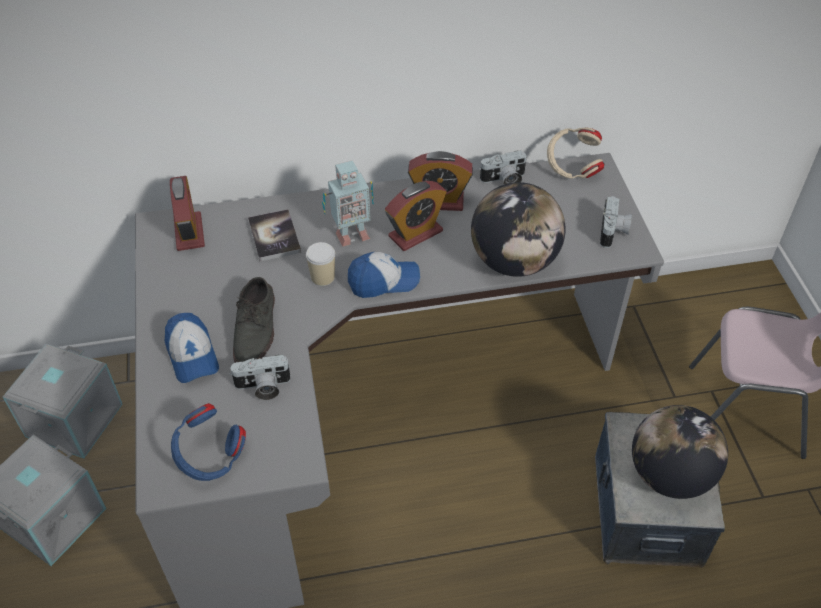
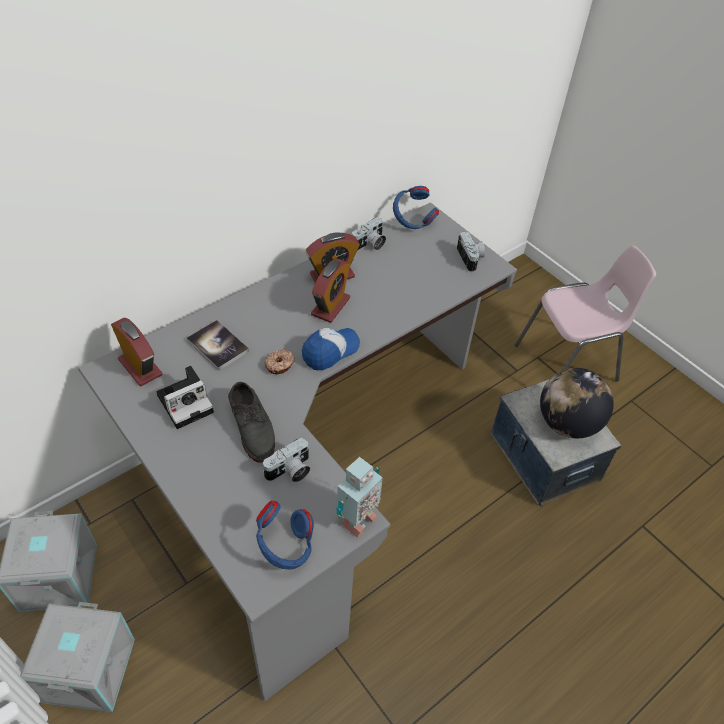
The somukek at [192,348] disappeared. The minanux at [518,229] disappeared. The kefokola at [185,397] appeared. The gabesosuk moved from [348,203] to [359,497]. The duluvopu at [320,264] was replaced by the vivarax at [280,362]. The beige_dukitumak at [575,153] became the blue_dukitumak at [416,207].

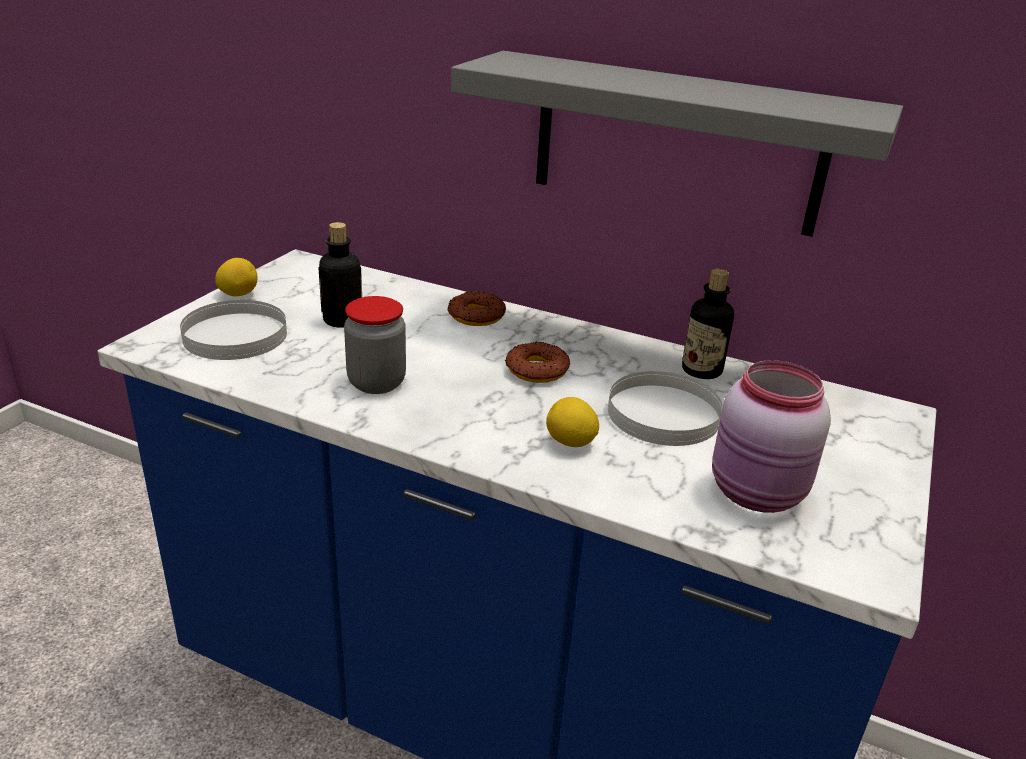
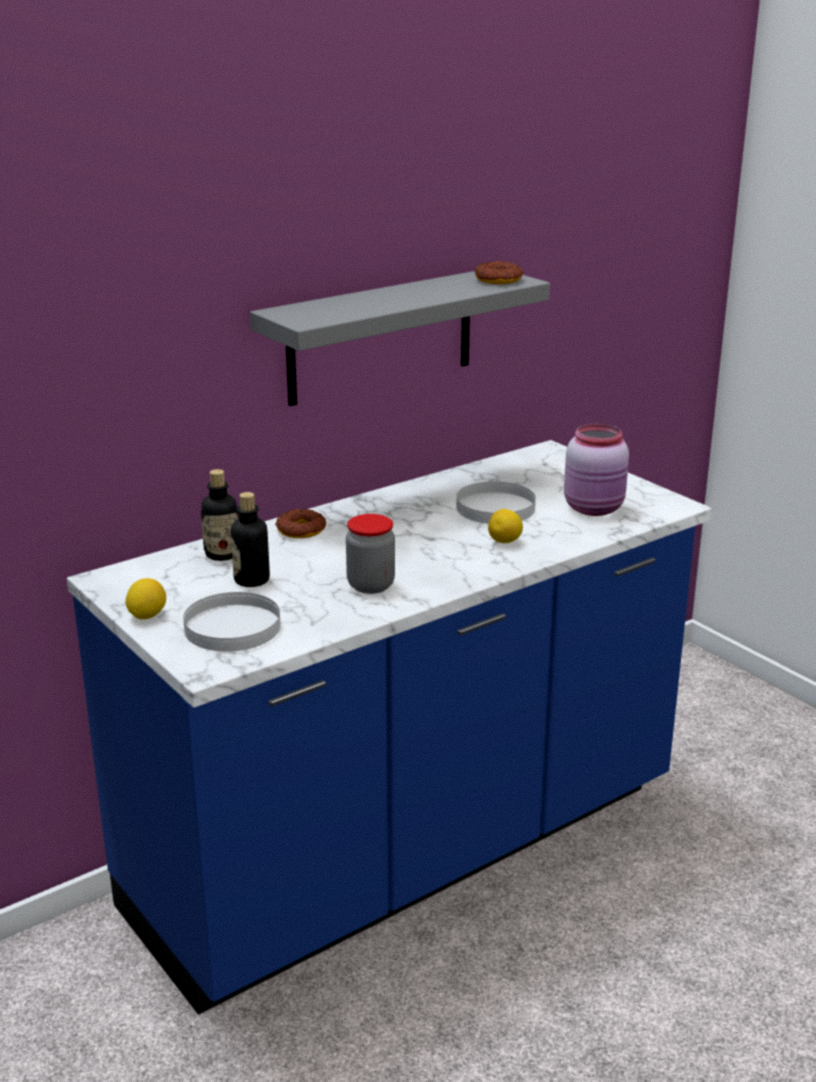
The vivarax moved from [537,362] to [499,272]. The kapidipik moved from [708,324] to [220,515].

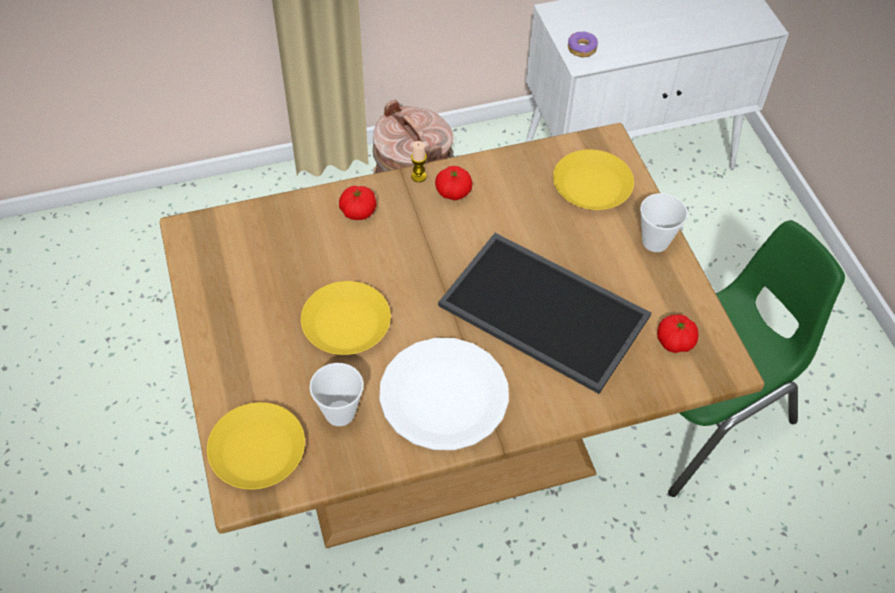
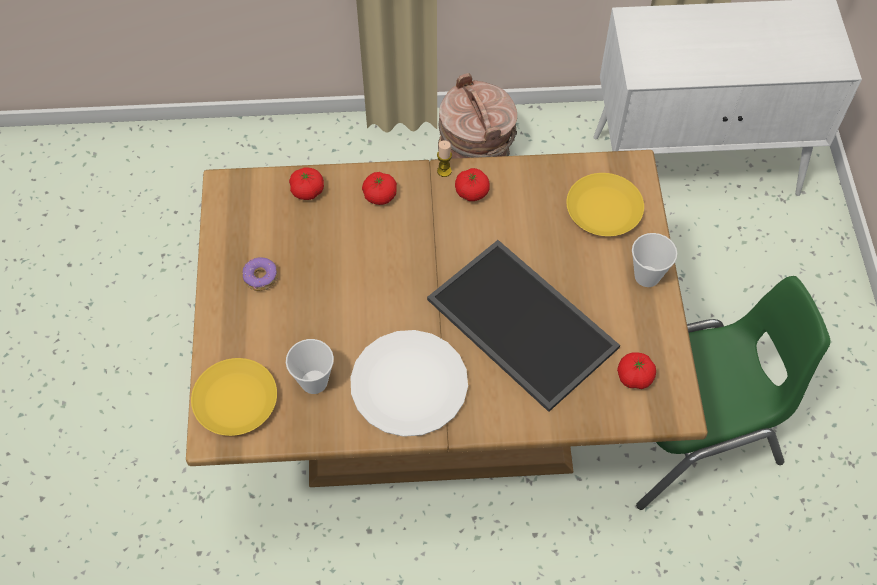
The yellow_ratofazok at [346,318] disappeared. The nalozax at [306,184] appeared. The vivarax moved from [583,44] to [260,274].

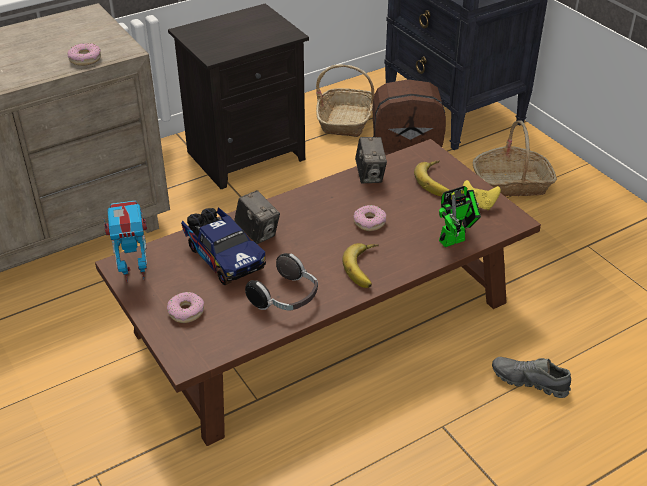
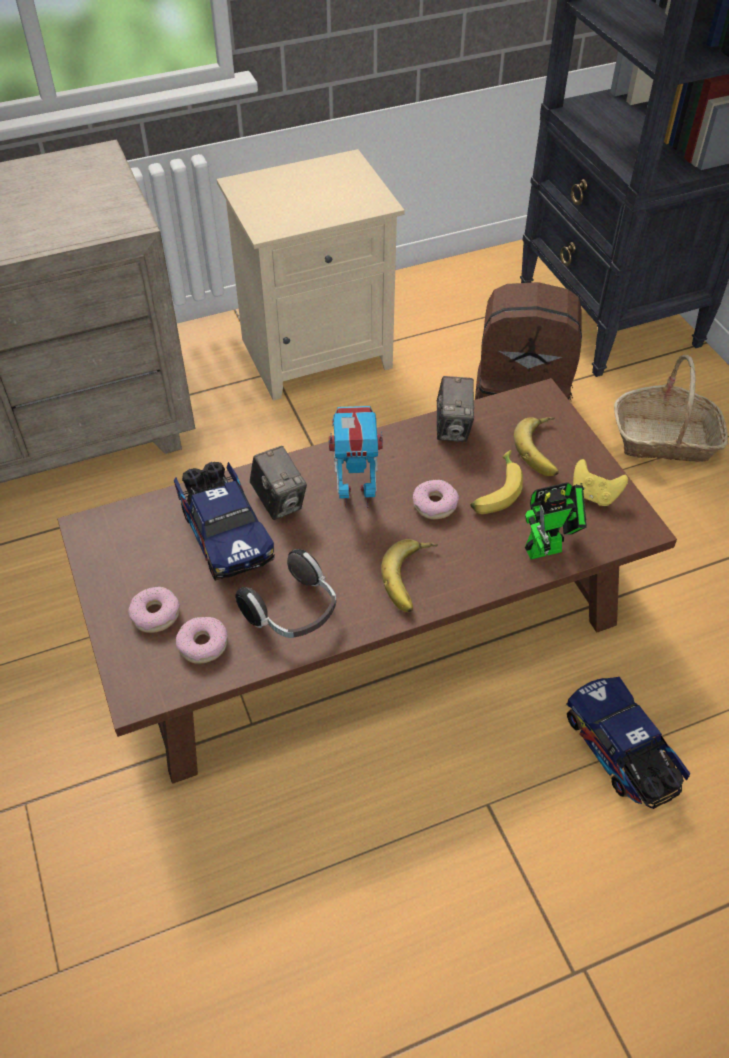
The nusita at [345,100] disappeared. The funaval at [496,482] appeared. The vivarax moved from [84,54] to [202,640]. The gabesosuk moved from [125,241] to [356,457]. The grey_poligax at [531,377] was replaced by the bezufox at [628,743]. The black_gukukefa at [238,96] became the beige_gukukefa at [311,275].

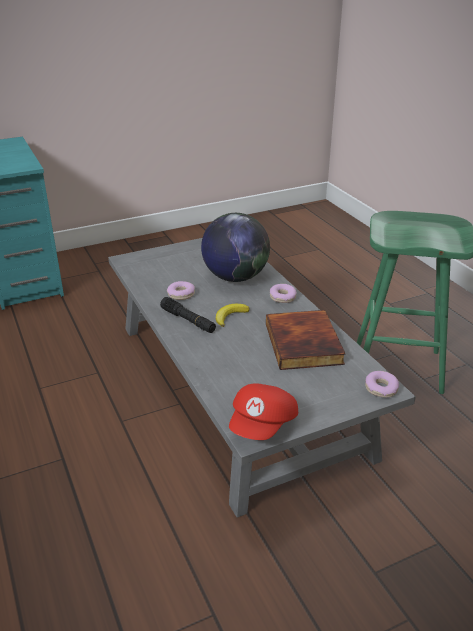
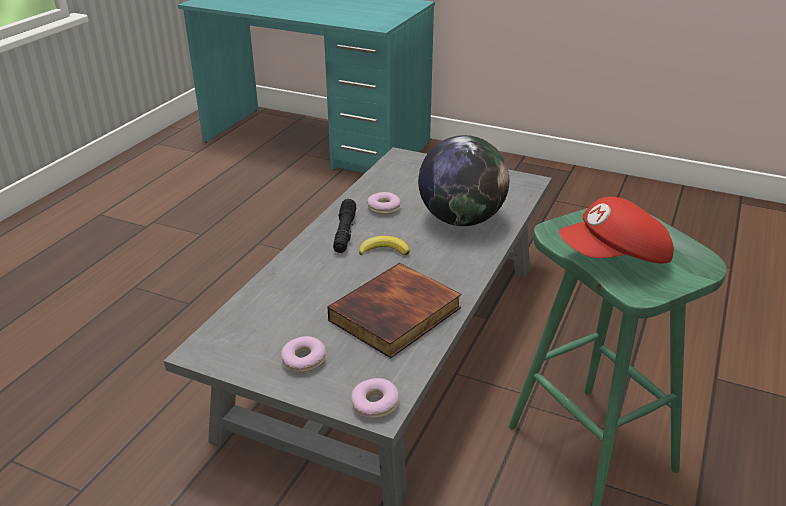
The red_somukek moved from [263,411] to [616,230]. The vivarax moved from [283,293] to [303,354].

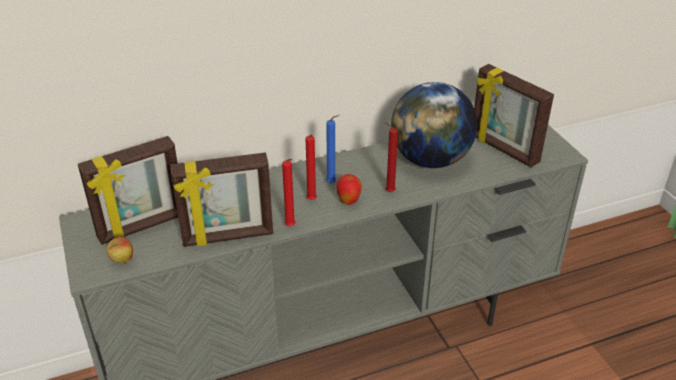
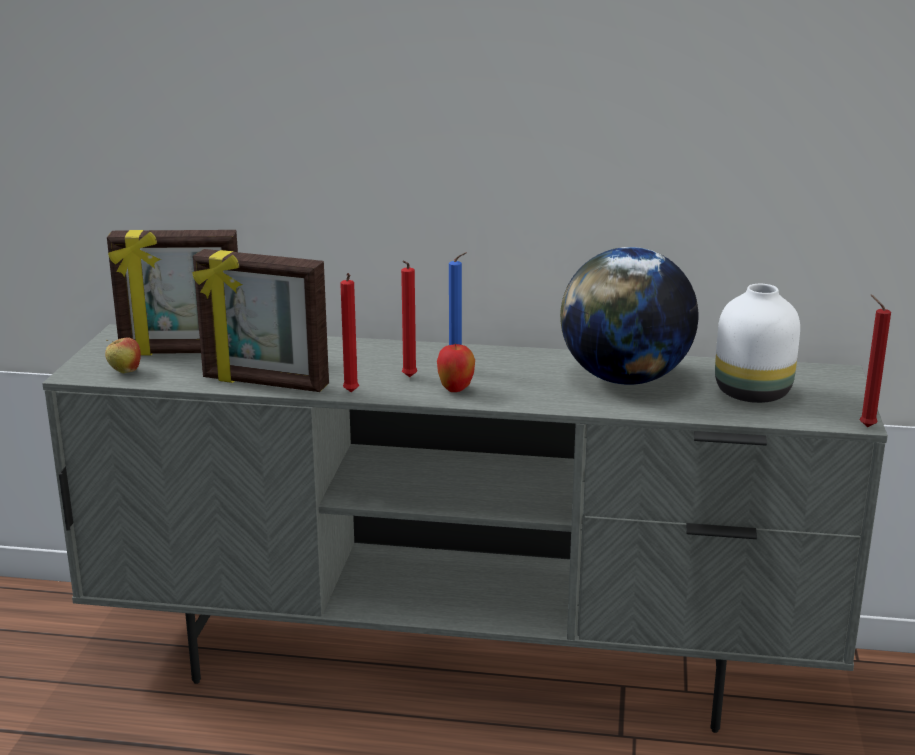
The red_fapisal moved from [391,157] to [875,361]. The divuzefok at [514,116] was replaced by the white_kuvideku at [757,343].

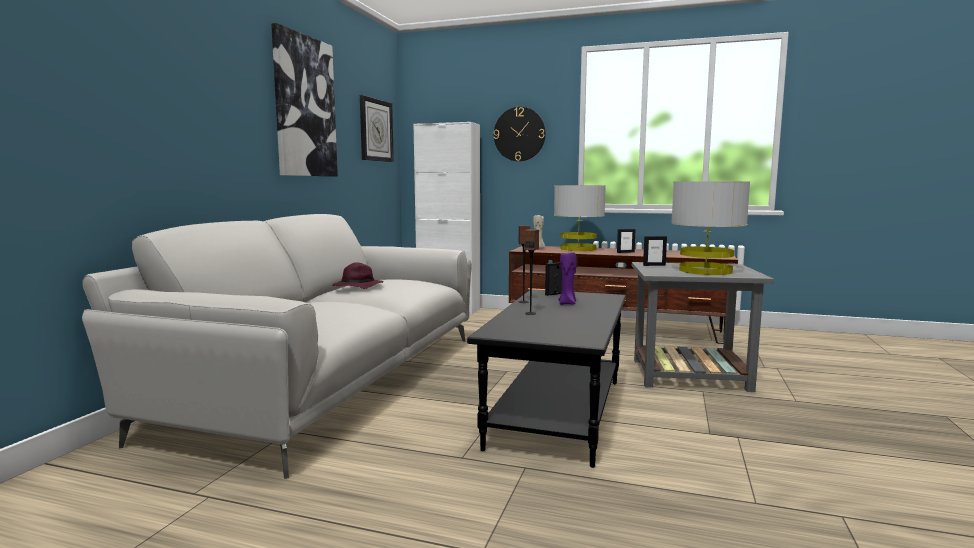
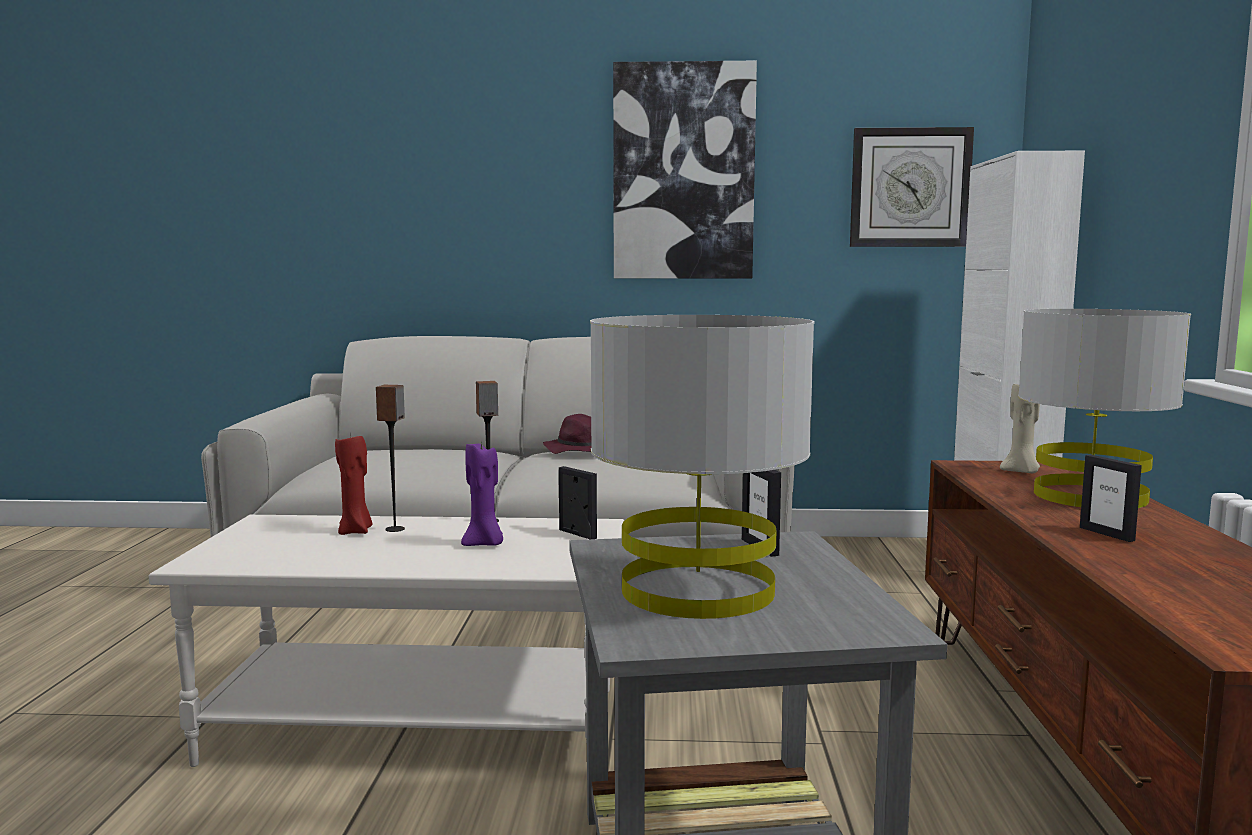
The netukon at [520,134] disappeared. The red_fapisal at [353,484] appeared. The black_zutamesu at [546,379] became the white_zutamesu at [386,641].

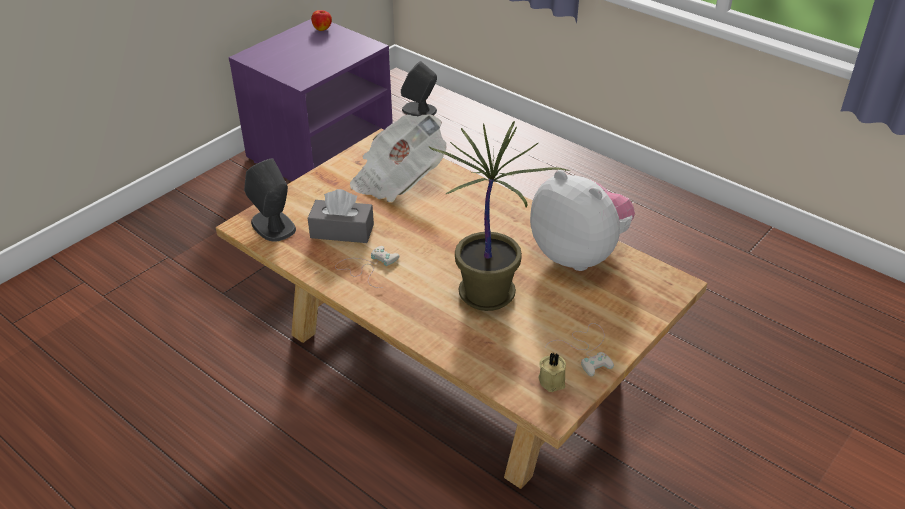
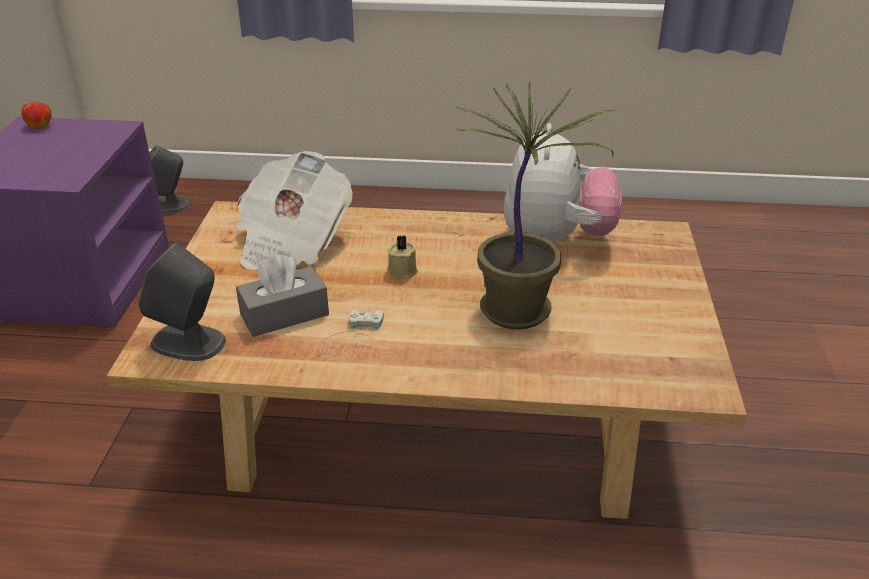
The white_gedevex at [579,350] disappeared. The beige_fapisal moved from [552,372] to [402,257]. The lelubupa at [582,220] turned 90 degrees clockwise.

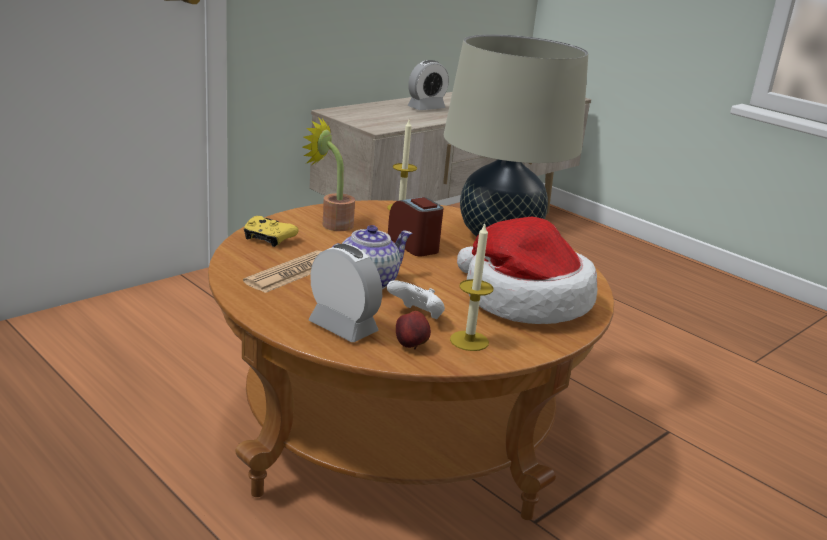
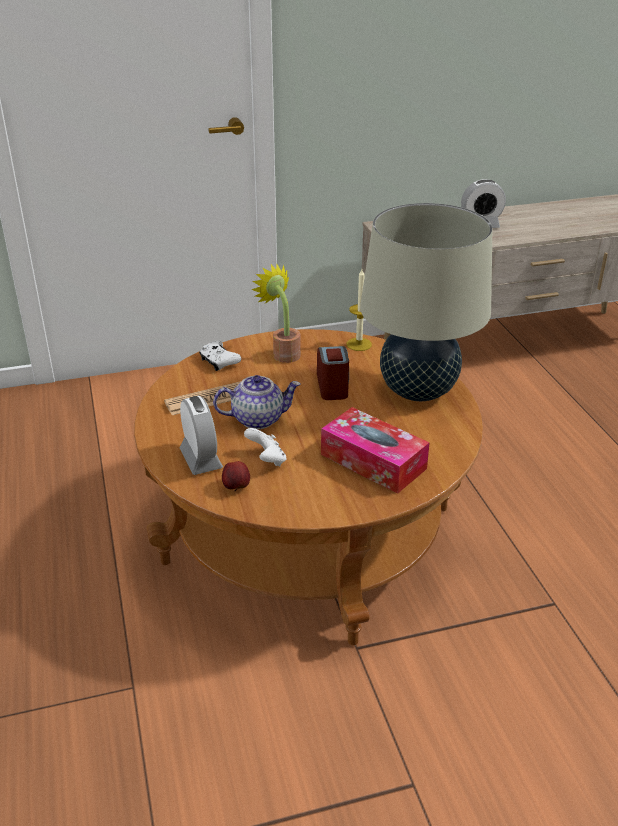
The fapisal at [471,287] disappeared. The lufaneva at [527,270] was replaced by the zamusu at [375,450]. The yellow_gedevex at [271,231] became the white_gedevex at [220,355].

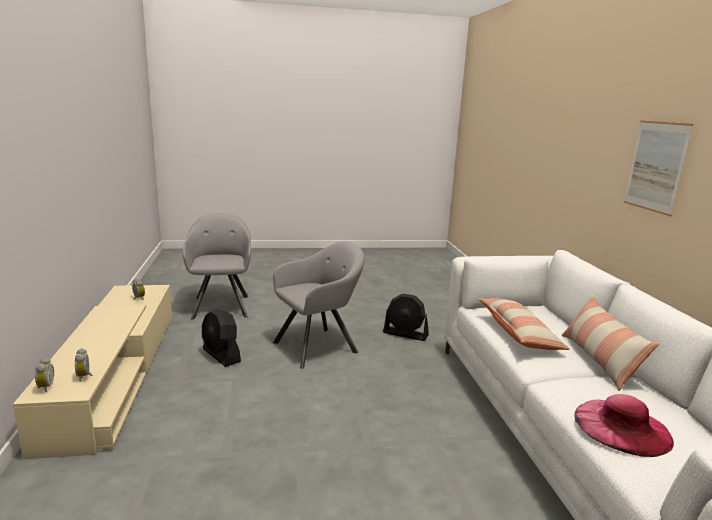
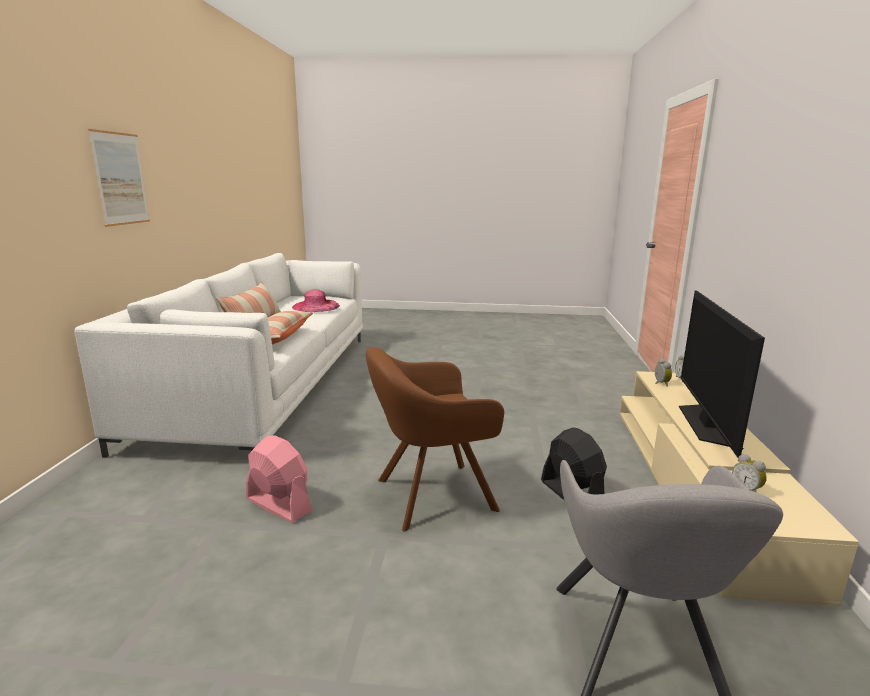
The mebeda at [722,374] appeared. The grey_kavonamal at [319,305] became the brown_kavonamal at [435,439]. The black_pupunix at [406,317] became the pink_pupunix at [279,479].

